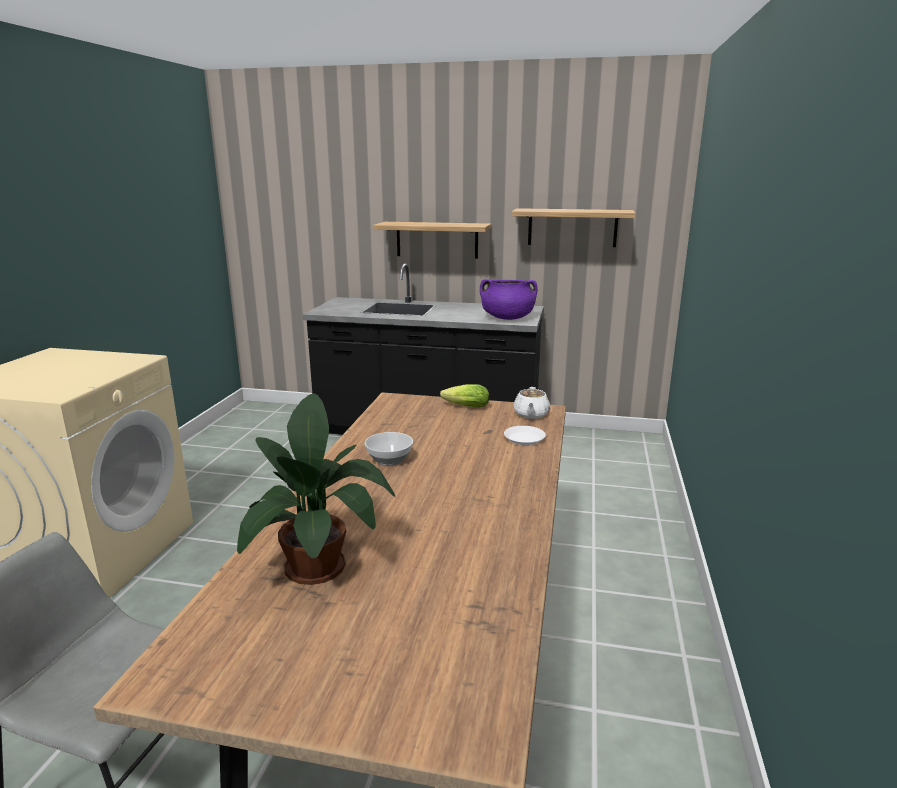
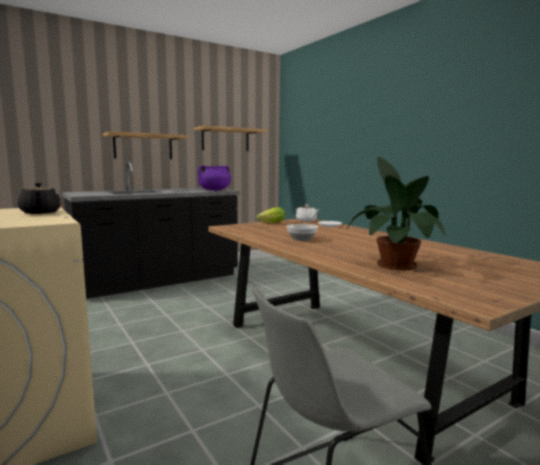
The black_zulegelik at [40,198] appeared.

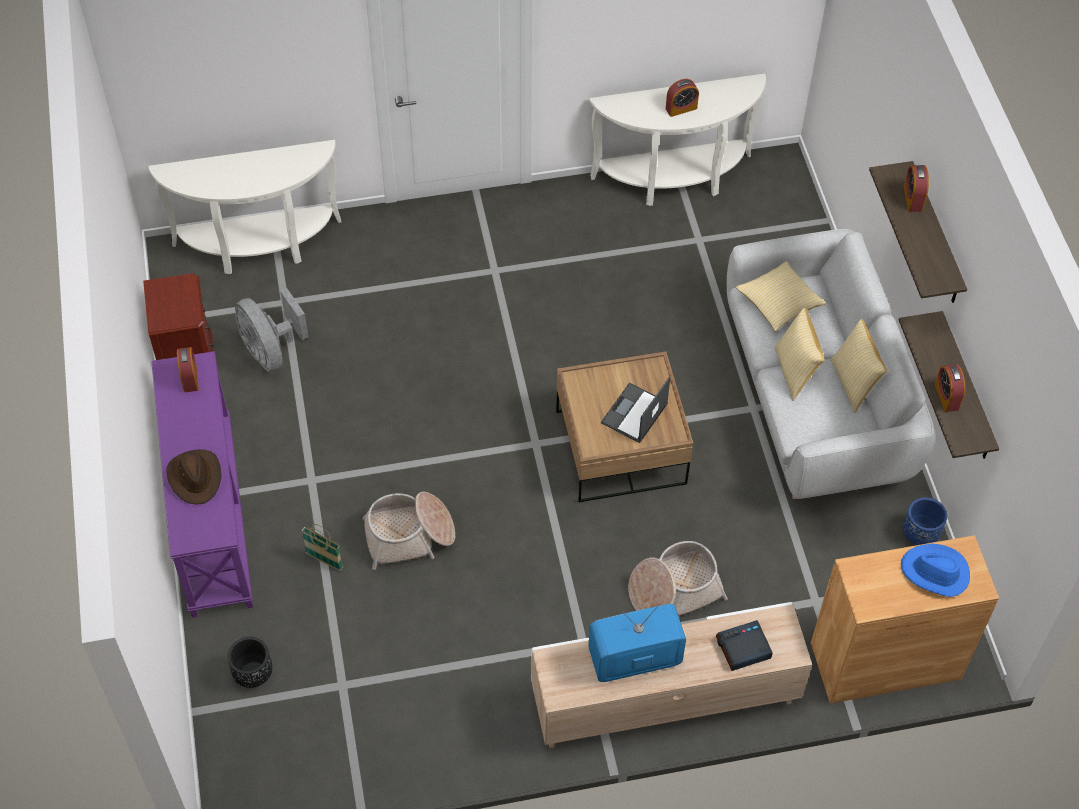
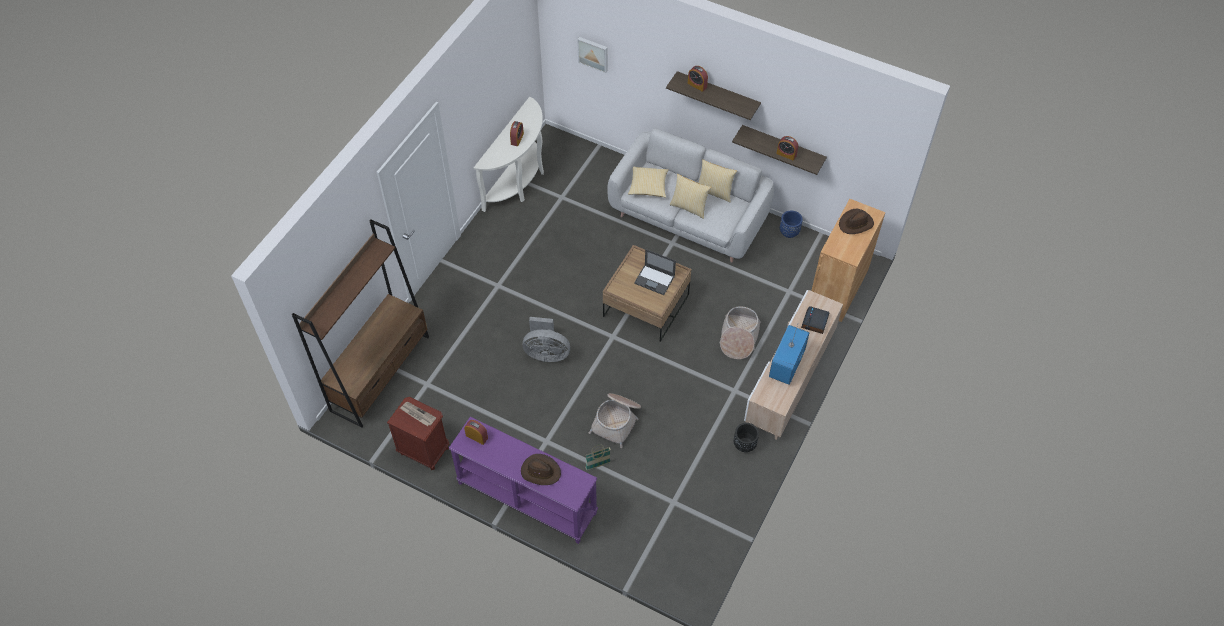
The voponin at [418,414] appeared. The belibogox at [592,55] appeared. The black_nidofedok moved from [250,662] to [746,437]. The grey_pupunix moved from [271,329] to [546,339]. The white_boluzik at [245,207] was replaced by the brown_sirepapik at [360,323]. The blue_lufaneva at [935,570] became the brown_lufaneva at [856,221]. The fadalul at [636,409] turned 45 degrees counterclockwise.

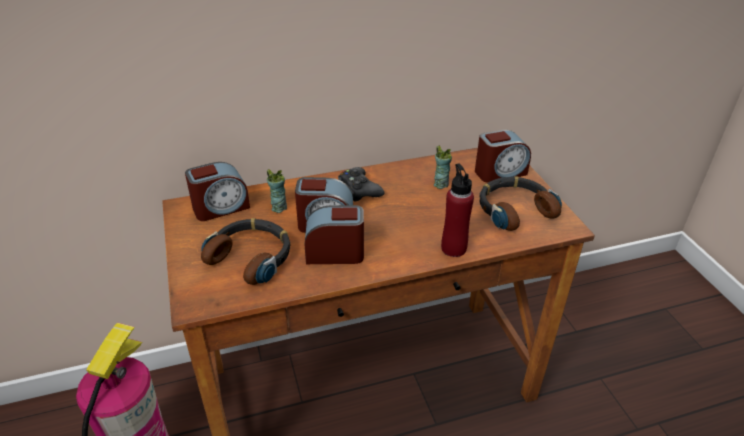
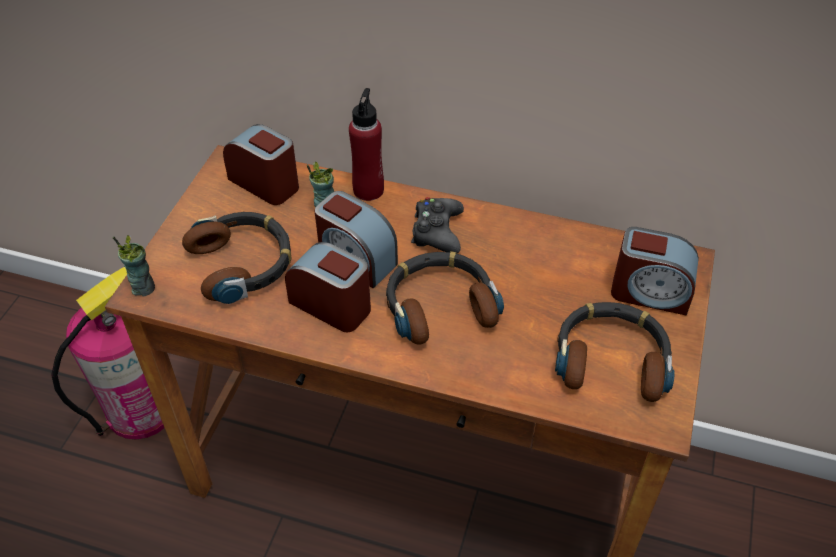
The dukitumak at [445,298] appeared. The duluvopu moved from [443,167] to [134,266]. The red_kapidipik moved from [457,210] to [366,144]. The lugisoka at [217,191] turned 150 degrees counterclockwise.

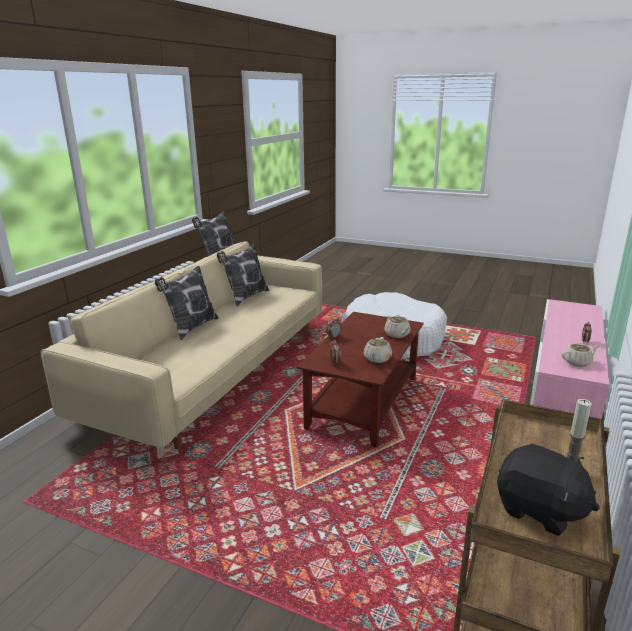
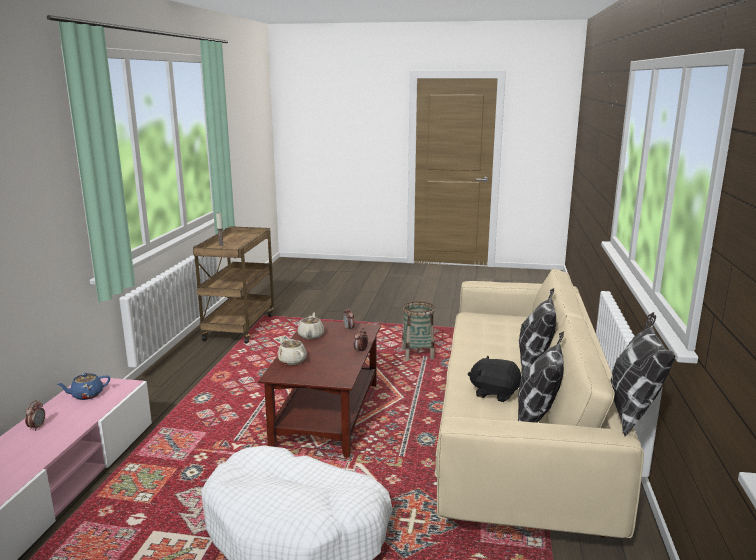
The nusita at [418,330] appeared. The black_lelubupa moved from [548,490] to [494,379]. The beige_zulegelik at [580,355] became the blue_zulegelik at [83,386].

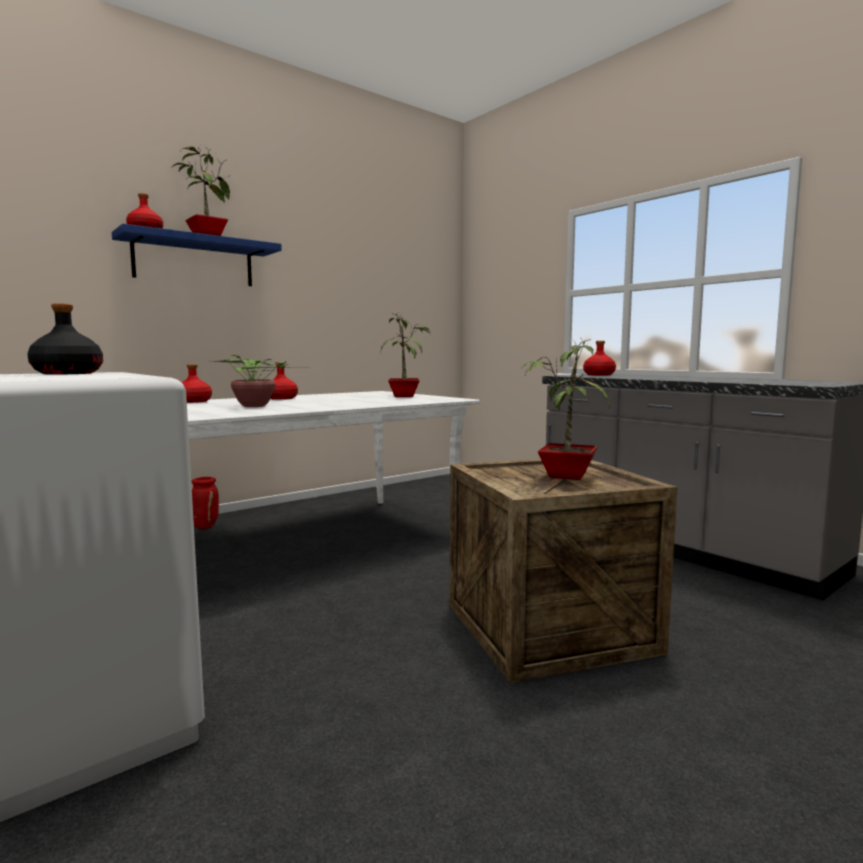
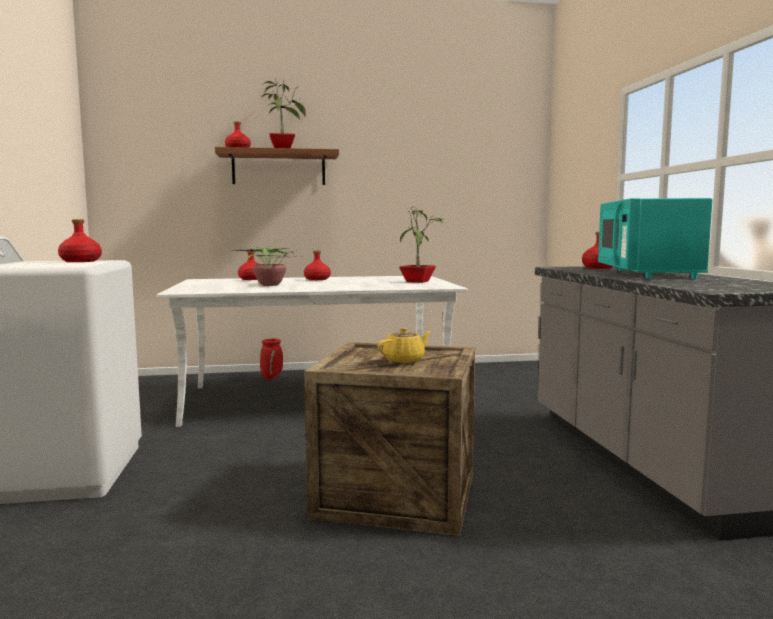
The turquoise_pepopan at [655,238] appeared. The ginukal at [565,409] was replaced by the yellow_zulegelik at [404,345]. The black_kapidipik at [65,338] became the red_kapidipik at [80,240]. The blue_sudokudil at [197,254] became the brown_sudokudil at [277,166].

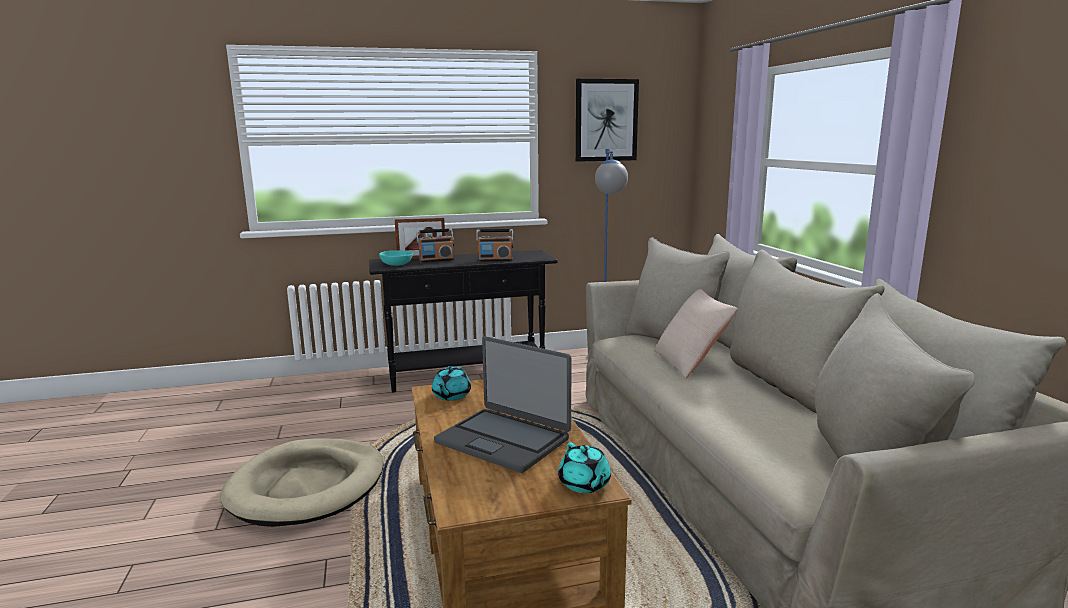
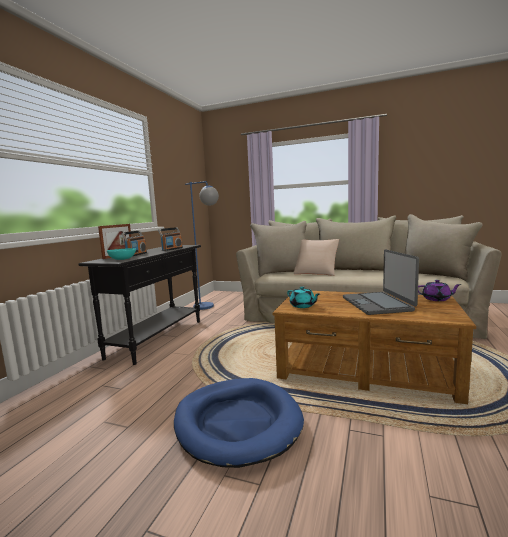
The belibogox at [607,120] disappeared. The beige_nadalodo at [302,482] became the blue_nadalodo at [239,423]. The turquoise_zulegelik at [584,467] became the purple_zulegelik at [439,290]. The fadalul at [503,404] turned 105 degrees clockwise.

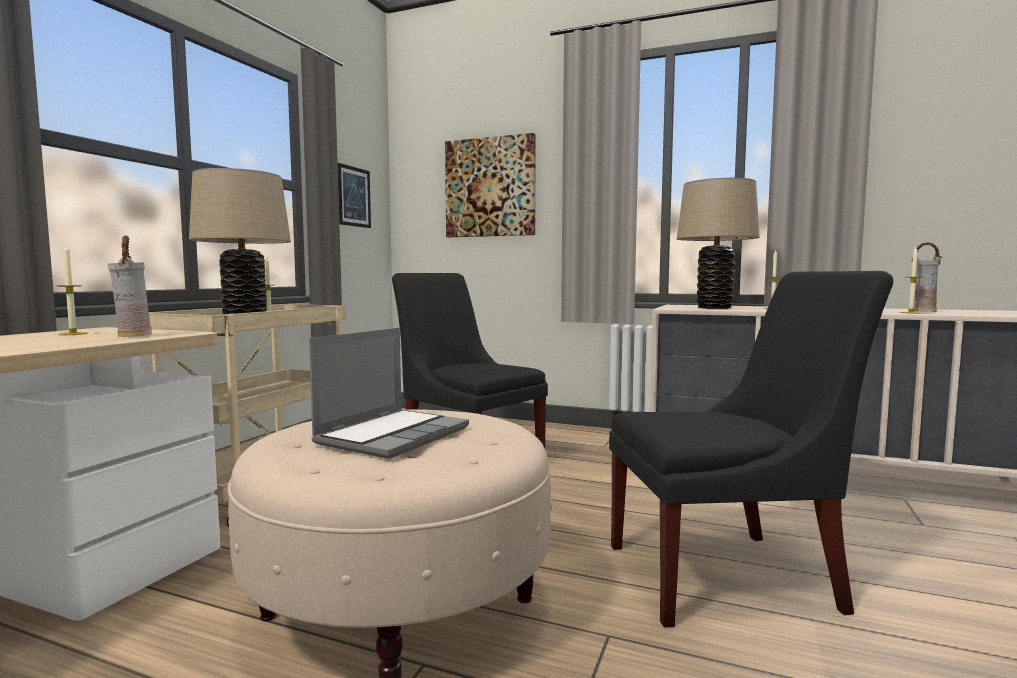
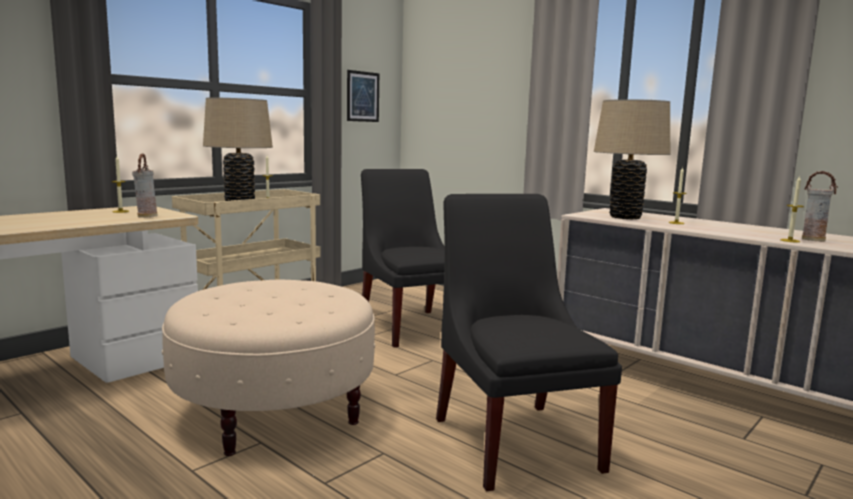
The fadalul at [389,393] disappeared. The belibogox at [490,185] disappeared. The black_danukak at [751,449] turned 120 degrees counterclockwise.

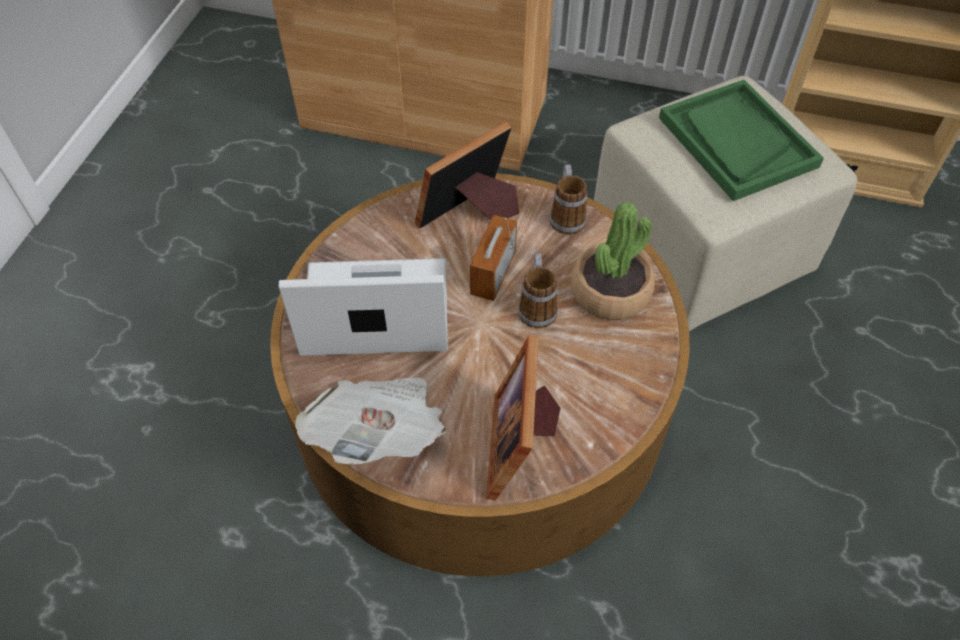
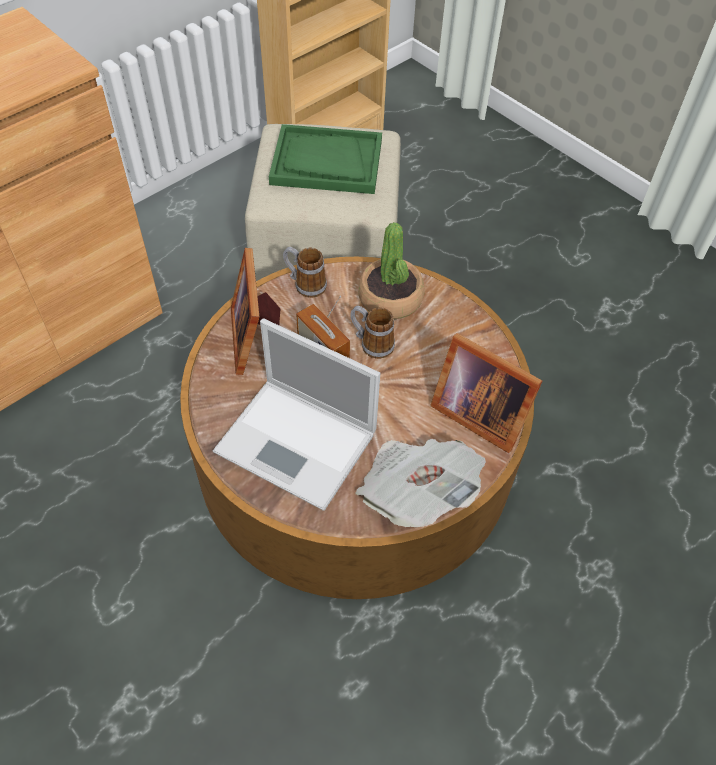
The fadalul at [363,307] turned 90 degrees counterclockwise.

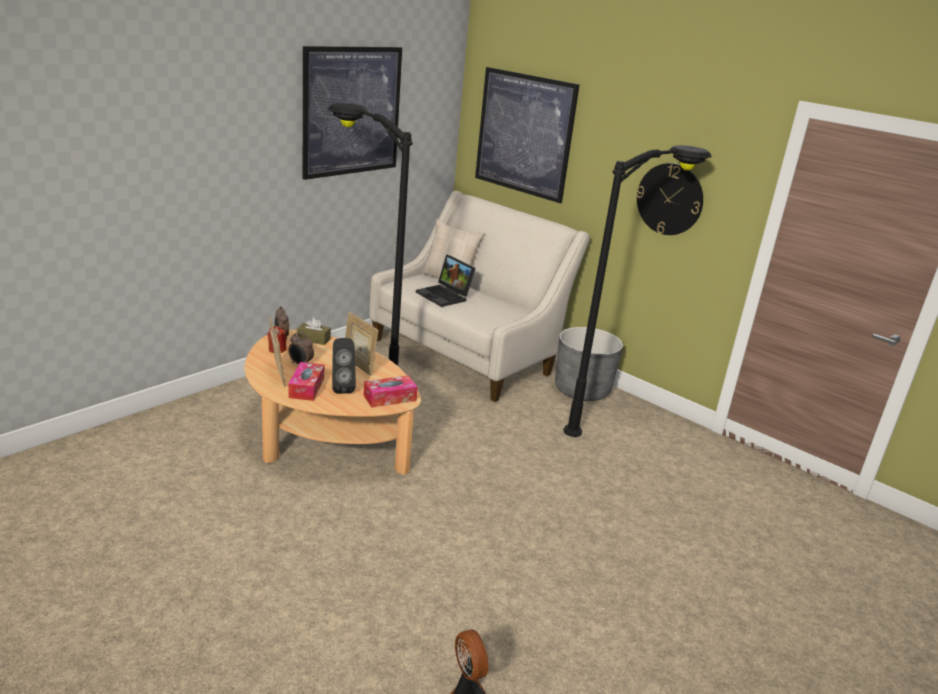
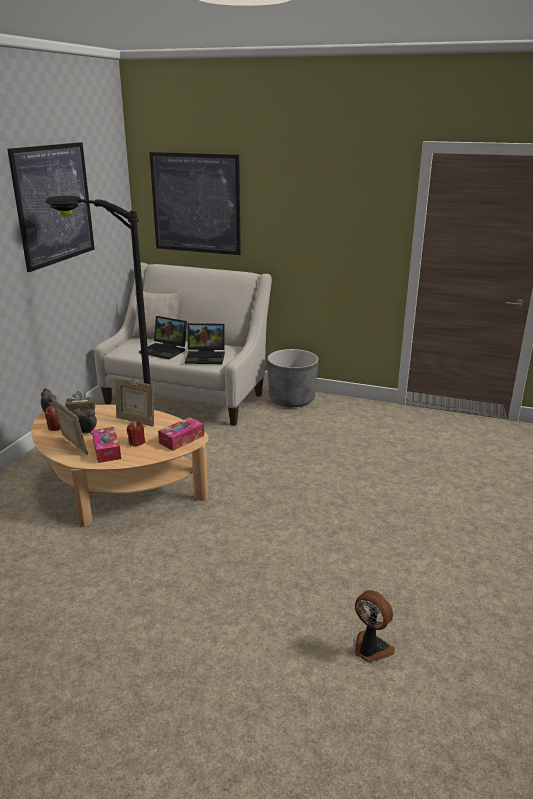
The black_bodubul at [637,291] disappeared. The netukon at [669,199] disappeared. The fadalul at [205,343] appeared. The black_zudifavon at [344,366] was replaced by the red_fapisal at [136,434].

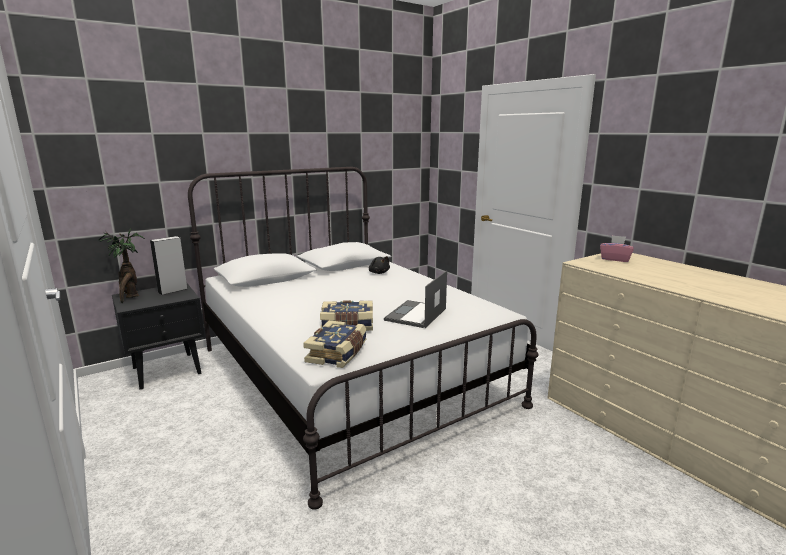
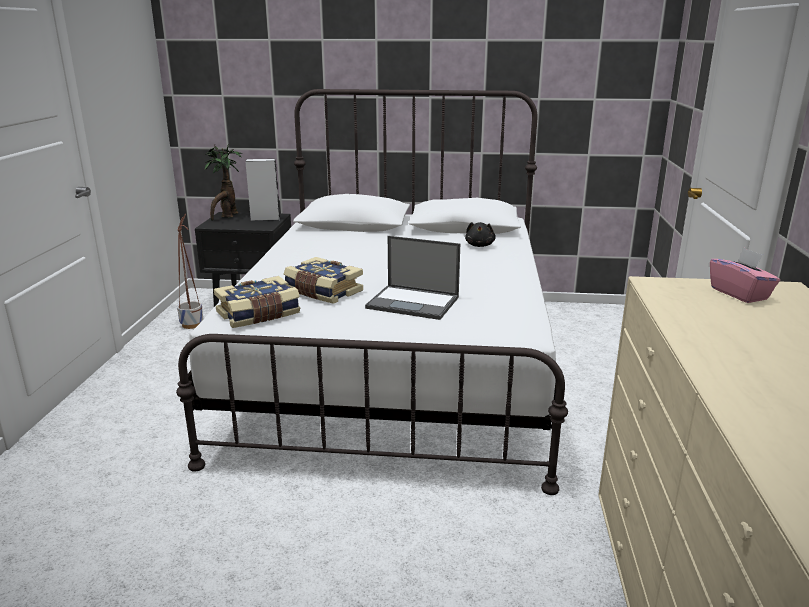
The nidofedok at [190,271] appeared. The fadalul at [415,299] turned 135 degrees counterclockwise.

